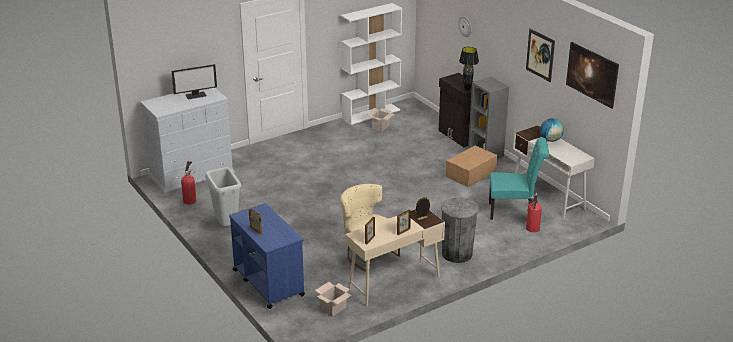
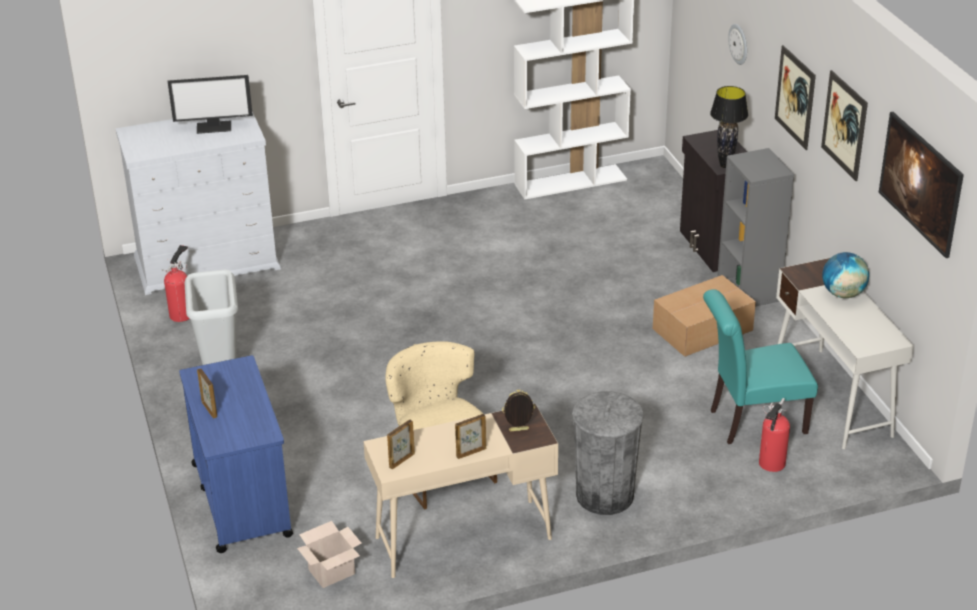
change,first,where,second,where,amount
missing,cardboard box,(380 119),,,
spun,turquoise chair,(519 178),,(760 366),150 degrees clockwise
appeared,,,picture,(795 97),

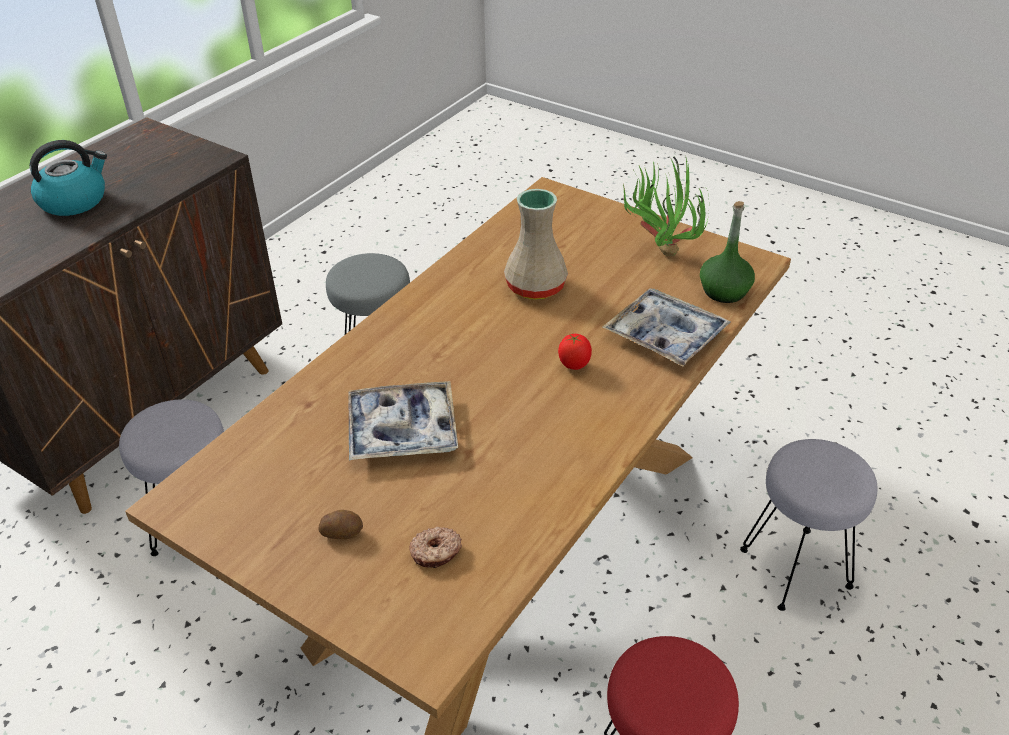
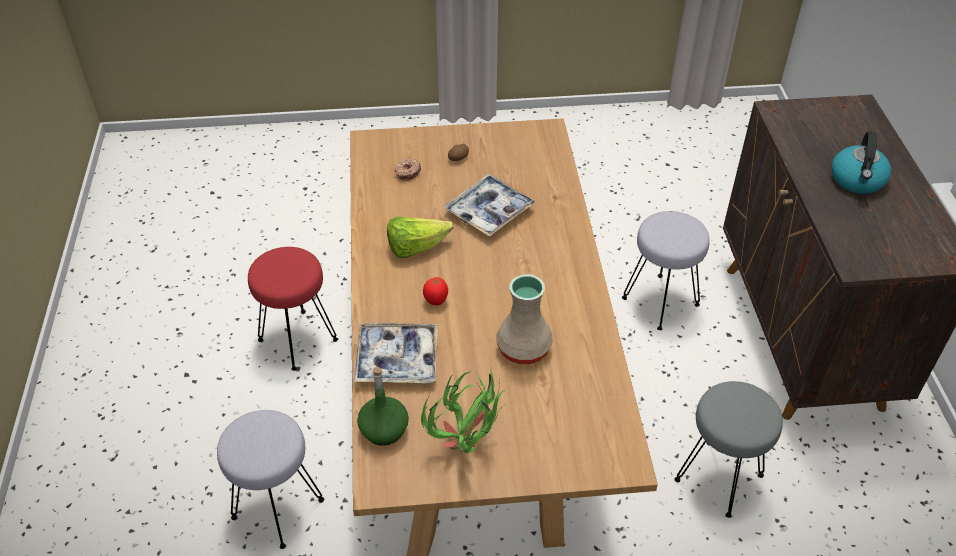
change,first,where,second,where,amount
appeared,,,lettuce,(420 237),

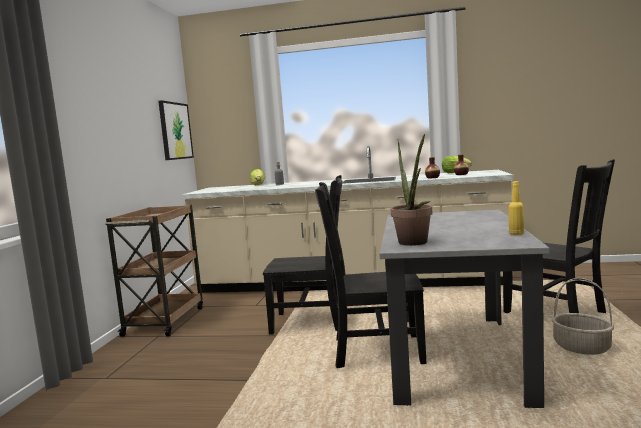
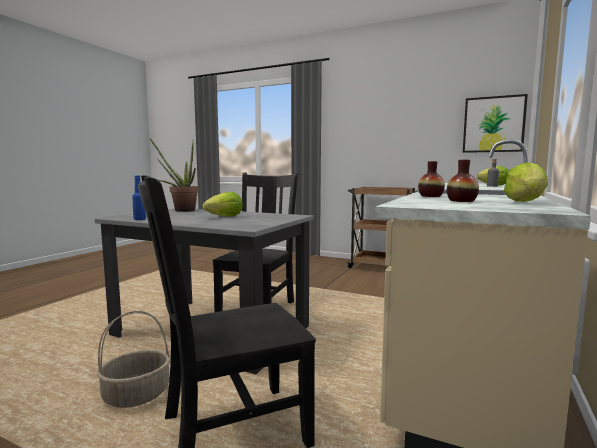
change,first,where,second,where,amount
missing,black chair,(303 255),,,
colour,yellow bottle,(516 208),blue bottle,(139 198),
appeared,,,lettuce,(223 204),

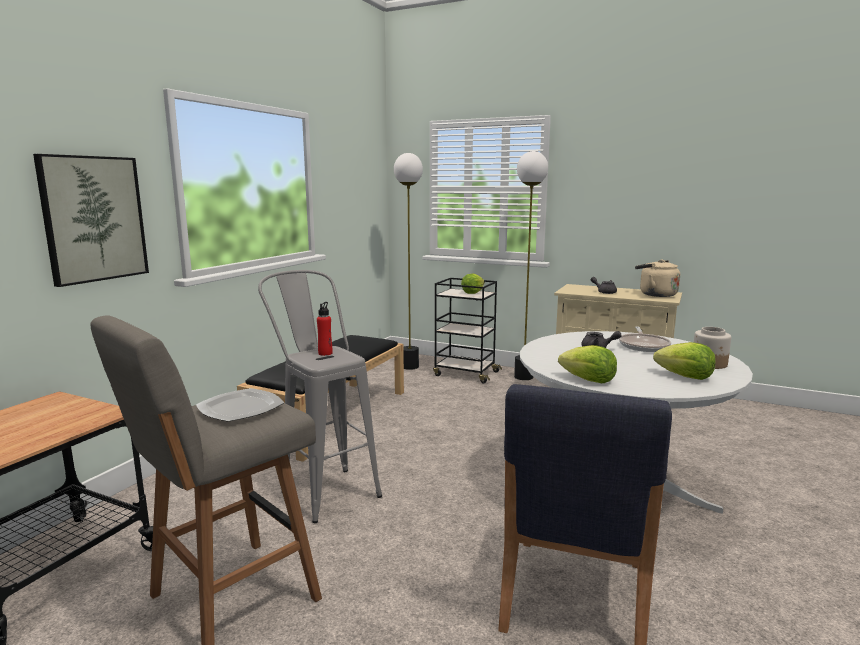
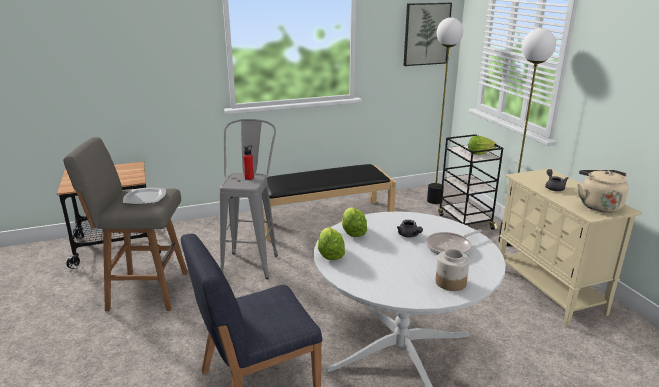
change,first,where,second,where,amount
relocated,picture,(91 220),,(427 34),
relocated,lettuce,(684 361),,(354 222),

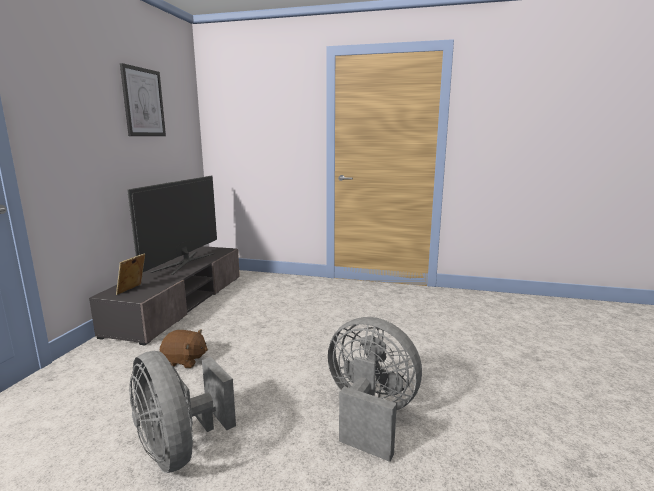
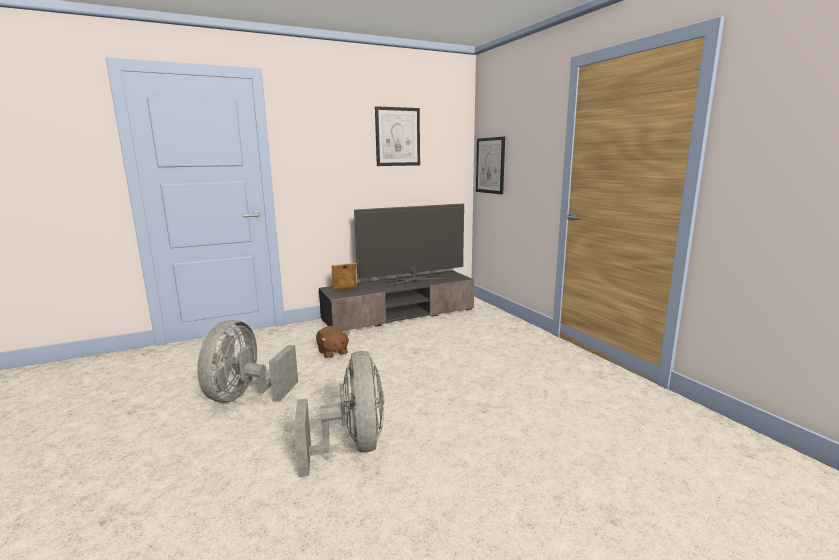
change,first,where,second,where,amount
appeared,,,picture,(490 165),

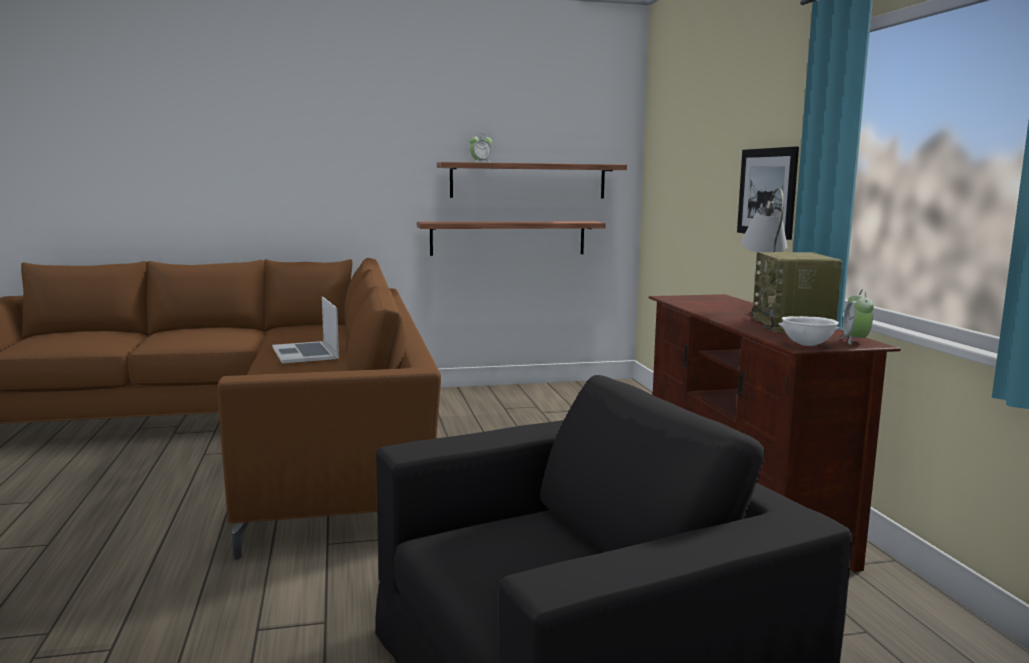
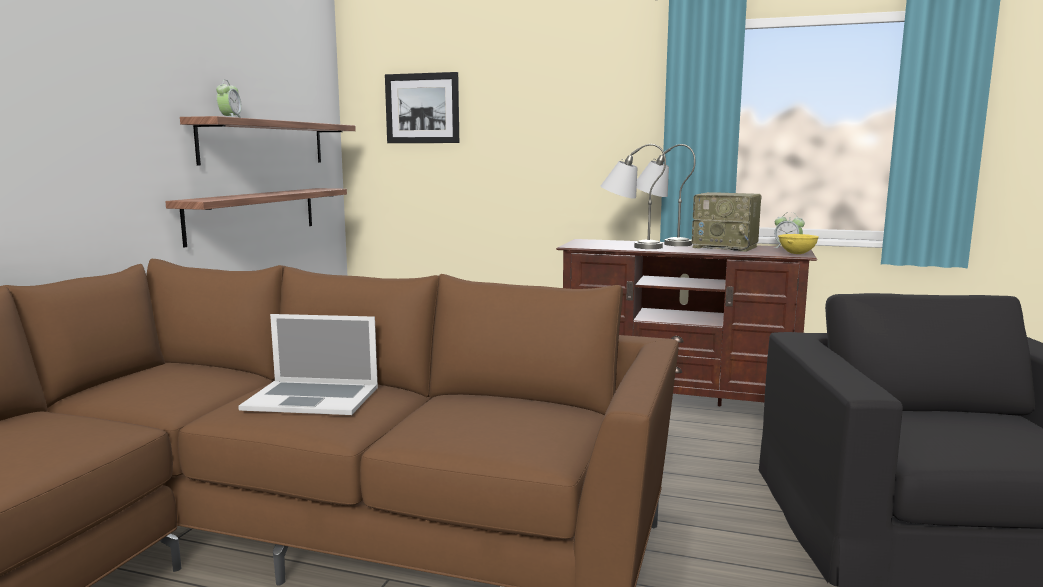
change,first,where,second,where,amount
relocated,picture,(768 193),,(422 107),
colour,white bowl,(809 331),yellow bowl,(798 244),
appeared,,,grey table lamp,(633 196),

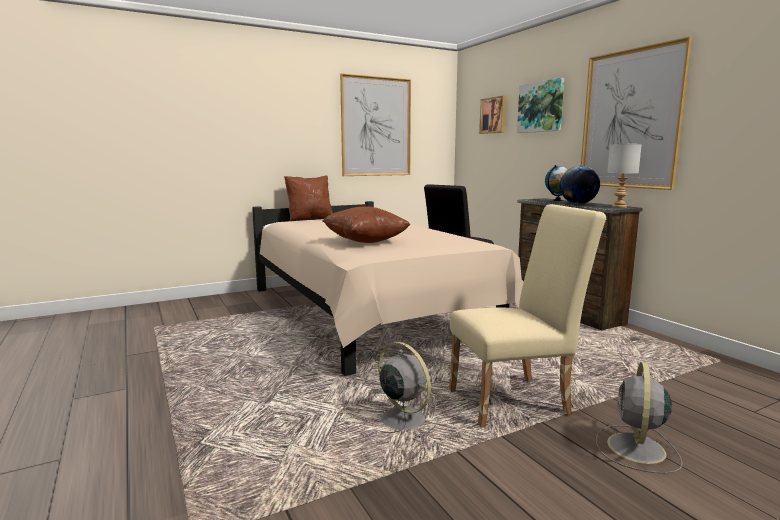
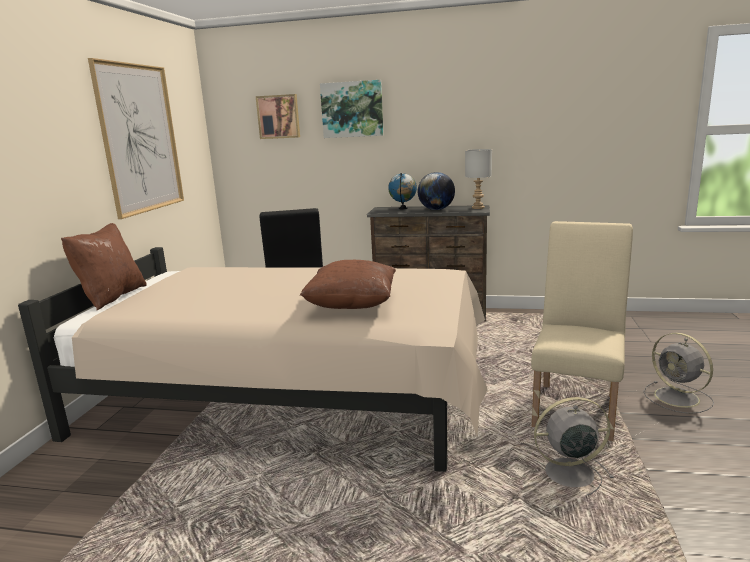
change,first,where,second,where,amount
missing,picture,(636 113),,,

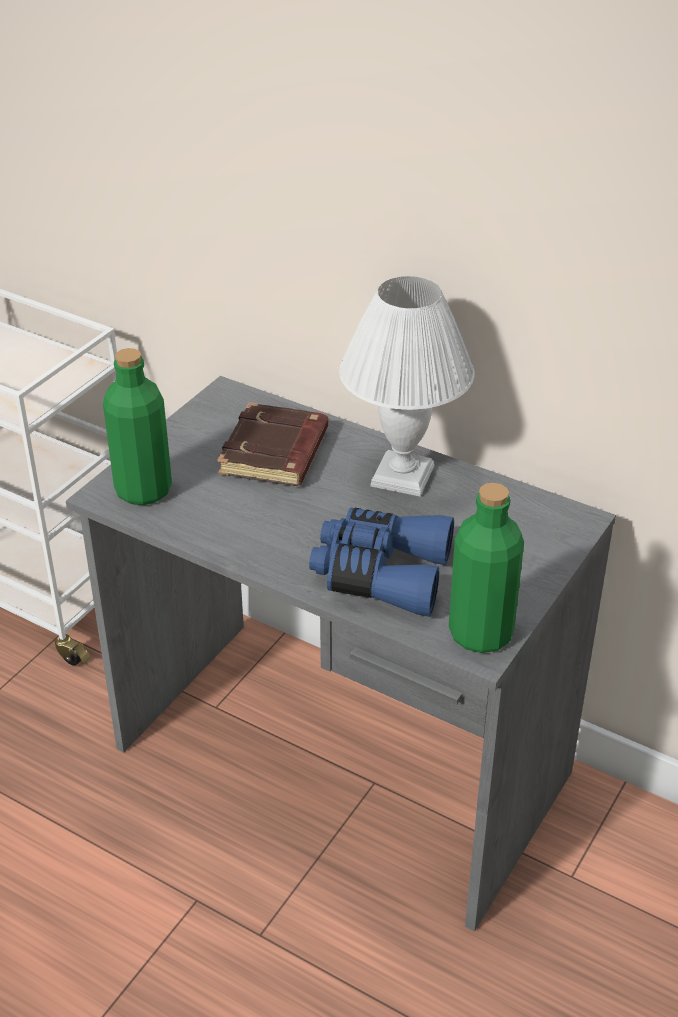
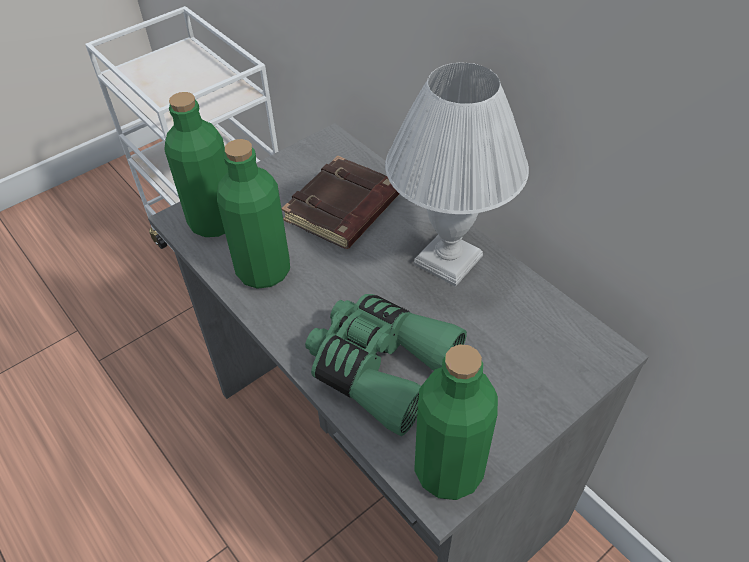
change,first,where,second,where,amount
colour,blue binoculars,(381 562),green binoculars,(386 365),
appeared,,,green bottle,(253 214),

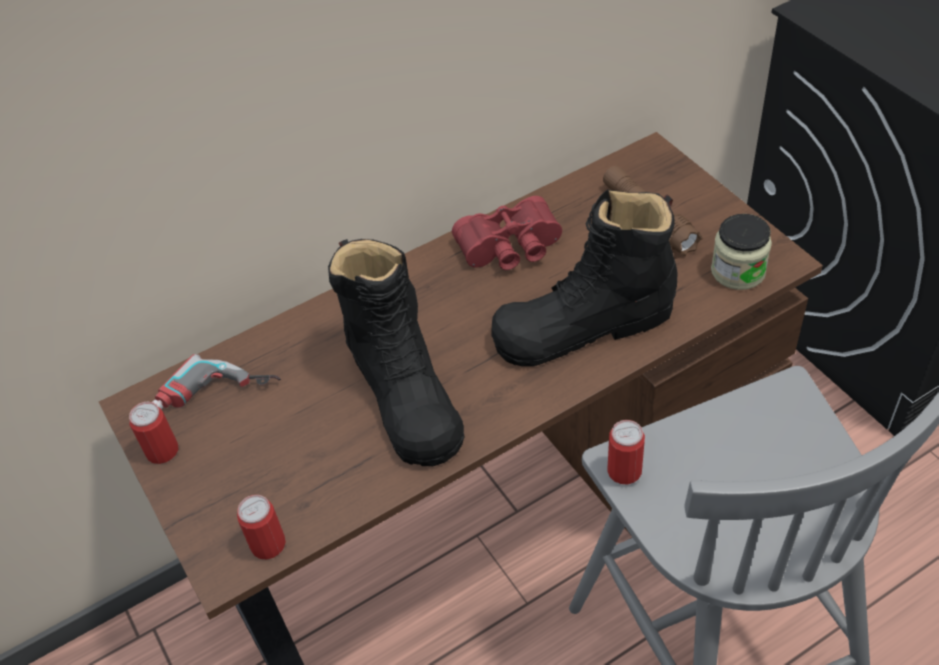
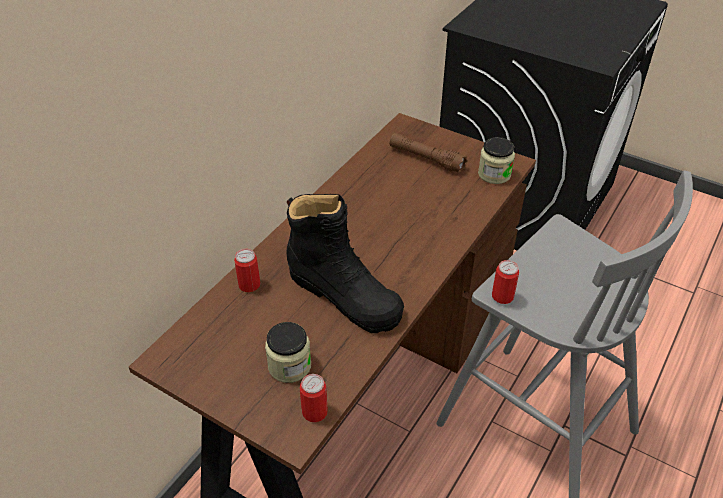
change,first,where,second,where,amount
relocated,can,(153 433),,(247 270),
missing,power drill,(216 382),,,
missing,red binoculars,(507 233),,,
missing,black boot,(584 277),,,
appeared,,,jar,(288 352),

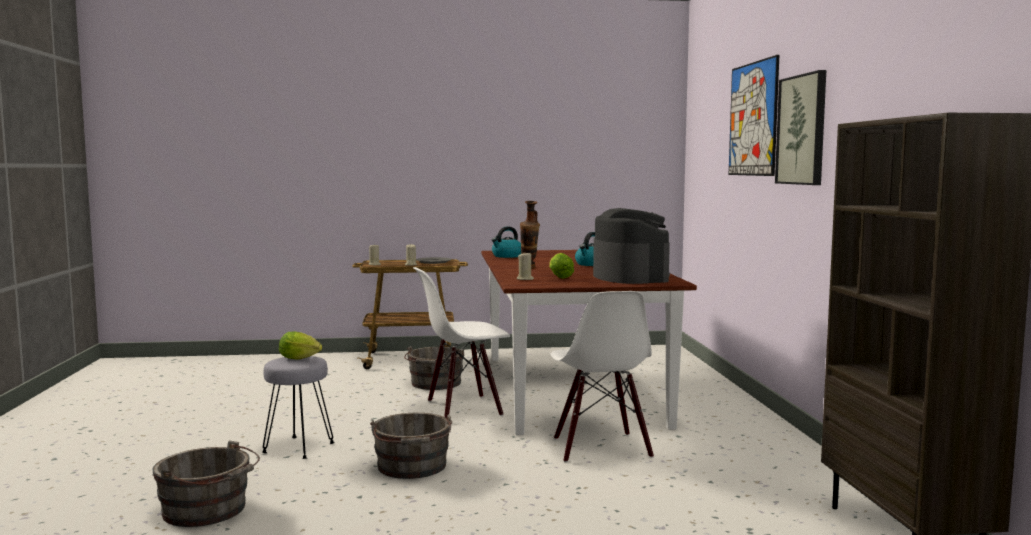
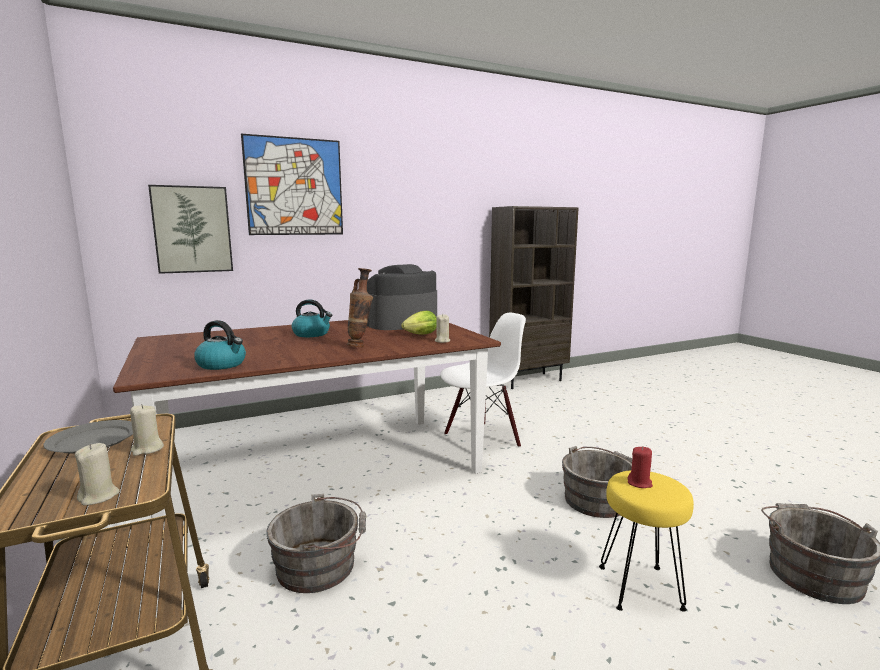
change,first,where,second,where,amount
colour,grey stool,(298 407),yellow stool,(646 541),
exchanged,lettuce,(300 346),red candle,(640 467),
missing,white chair,(461 342),,,
relocated,picture,(800 127),,(190 229),

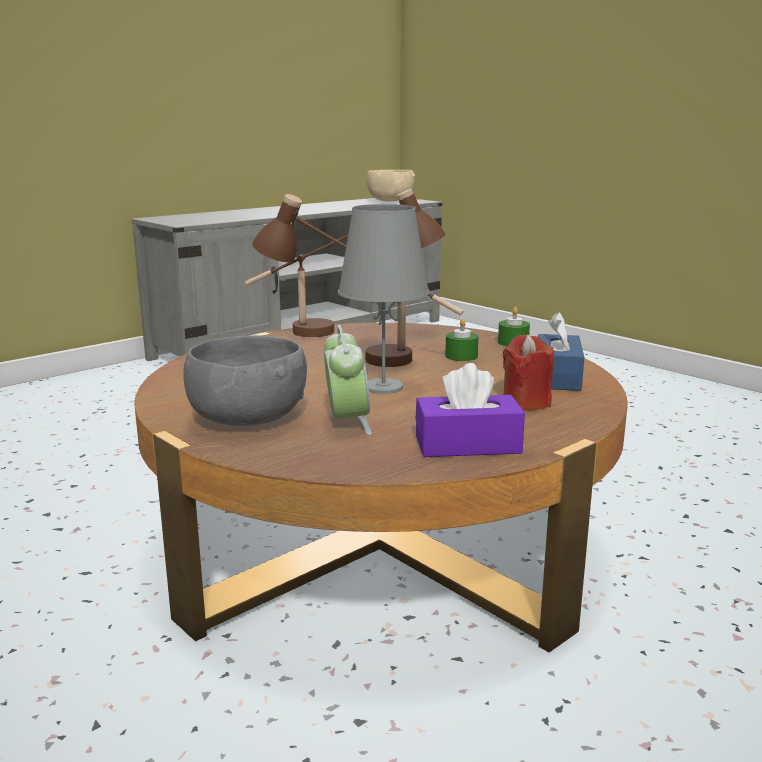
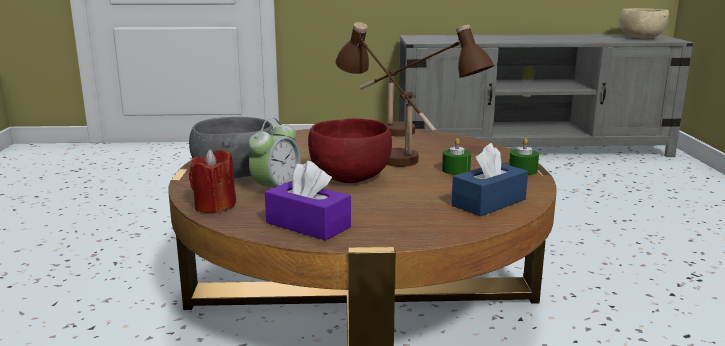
change,first,where,second,where,amount
exchanged,grey table lamp,(384 299),red bowl,(350 150),
relocated,red candle,(528 372),,(212 181),

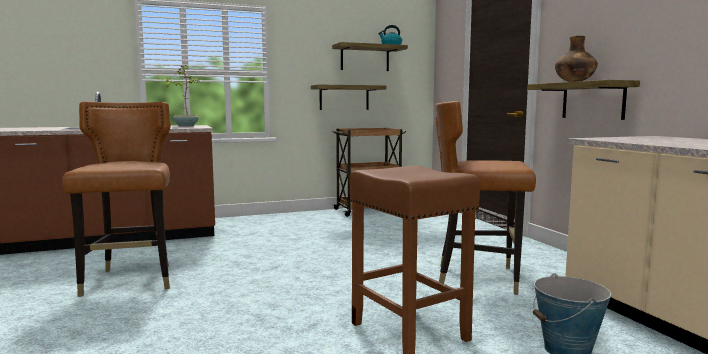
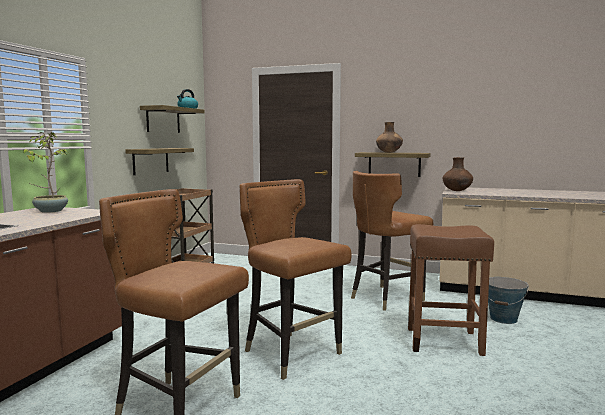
change,first,where,second,where,amount
appeared,,,brown chair,(296 279),
appeared,,,brown vase,(458 174),

